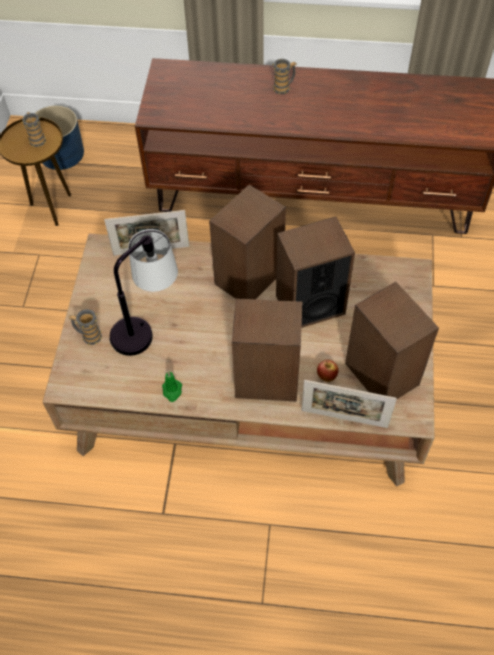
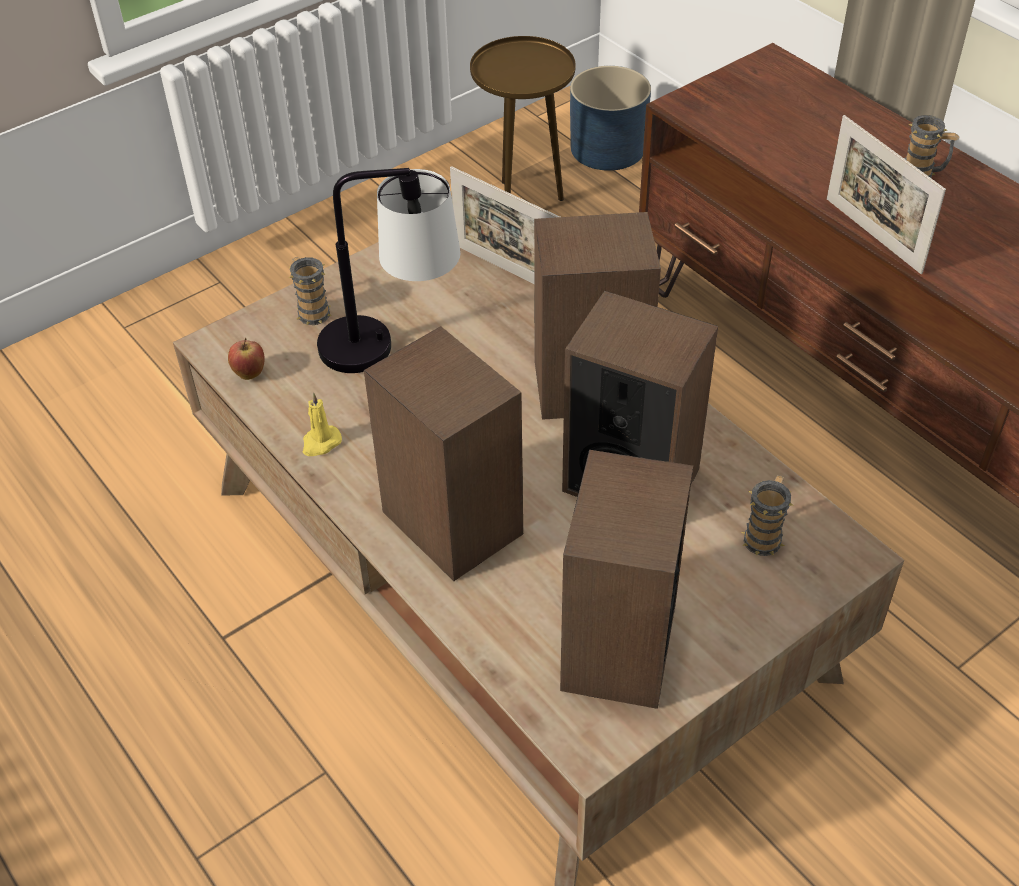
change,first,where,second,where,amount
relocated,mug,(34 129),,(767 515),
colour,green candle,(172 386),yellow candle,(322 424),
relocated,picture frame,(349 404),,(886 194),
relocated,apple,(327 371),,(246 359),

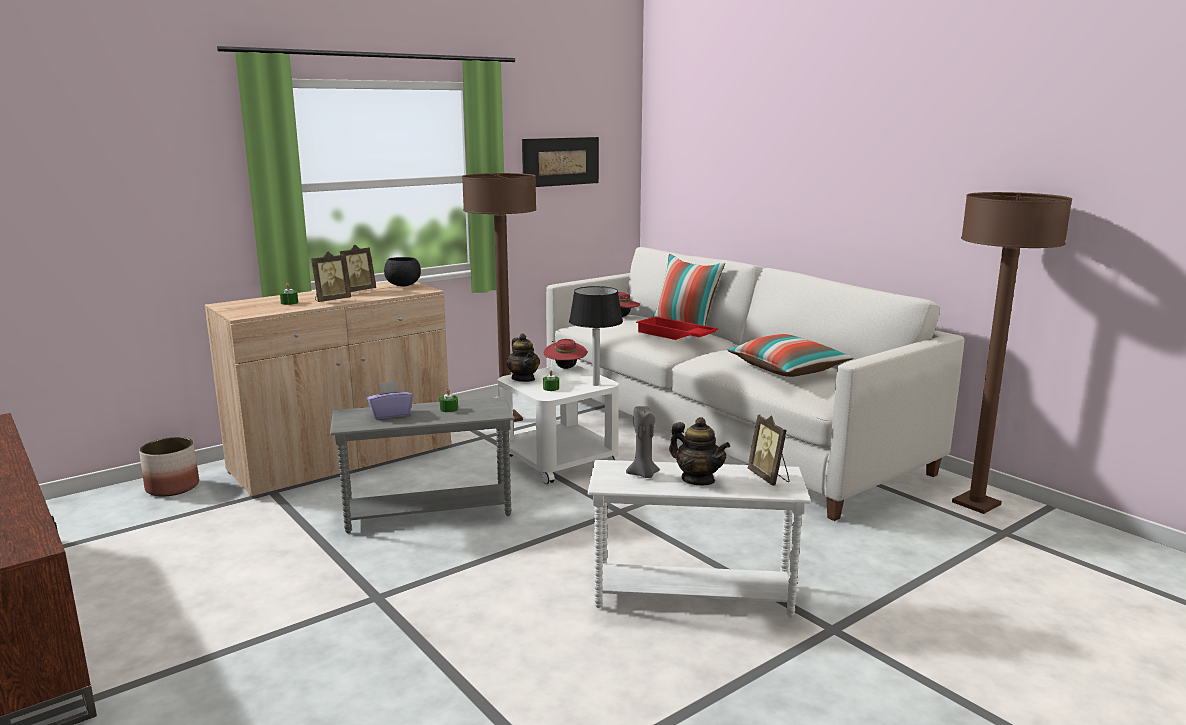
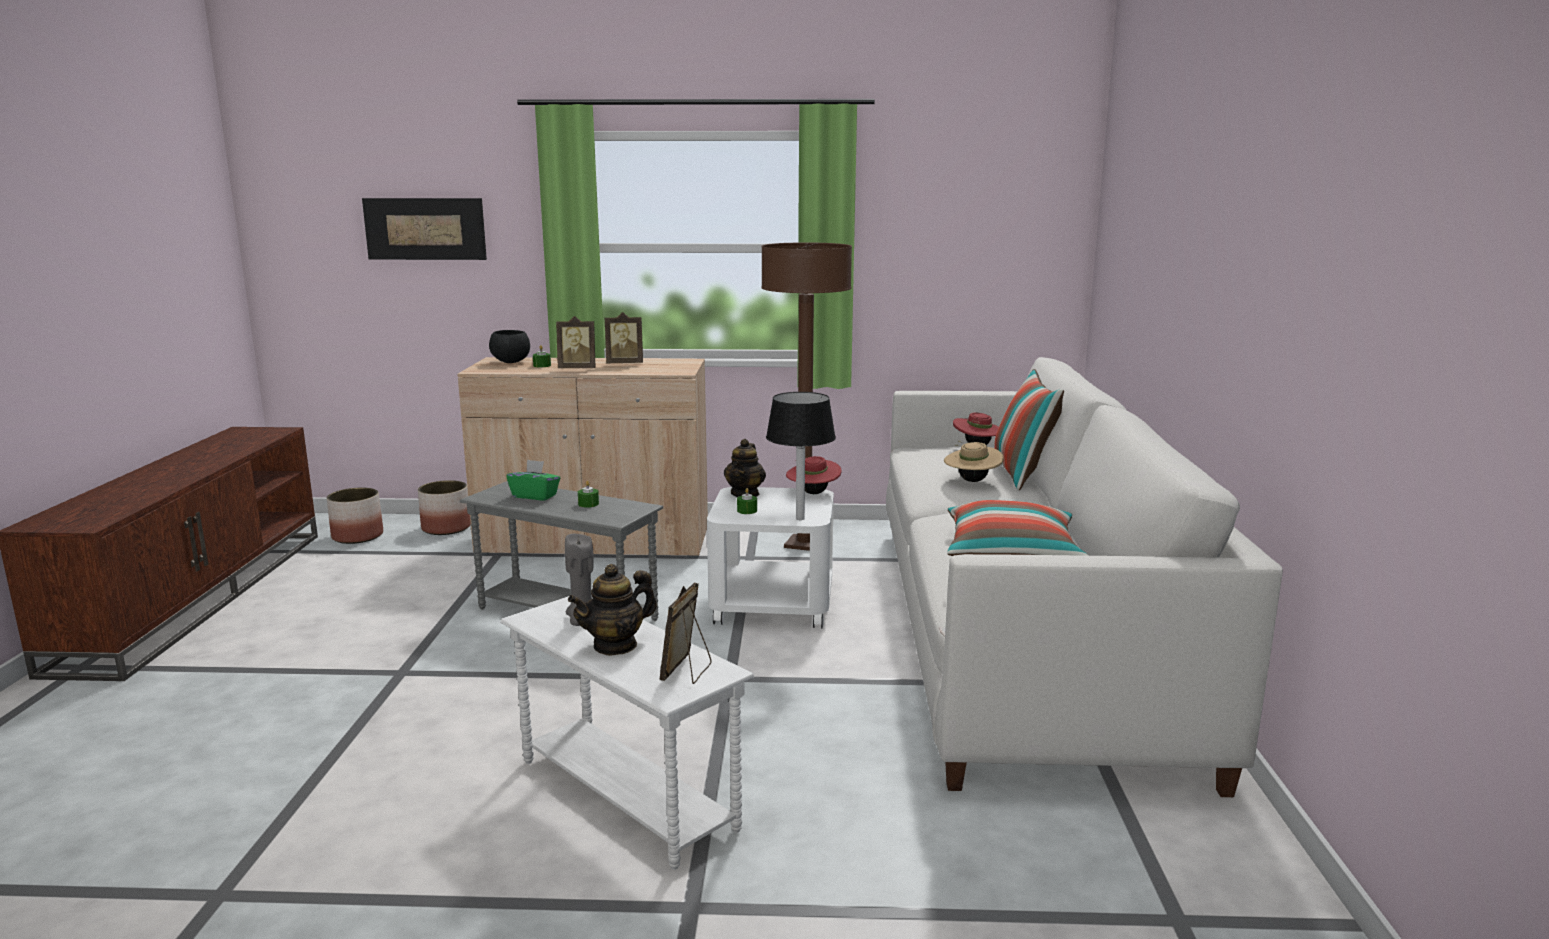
change,first,where,second,where,amount
colour,purple tissue box,(390 400),green tissue box,(533 479),
relocated,black bowl,(402 271),,(509 346),
relocated,picture,(560 162),,(424 229),
exchanged,red tray,(677 328),beige hat,(974 461),
spun,teapot,(699 451),,(612 610),60 degrees clockwise
missing,brown floor lamp,(1012 353),,,
appeared,,,planter,(355 516),

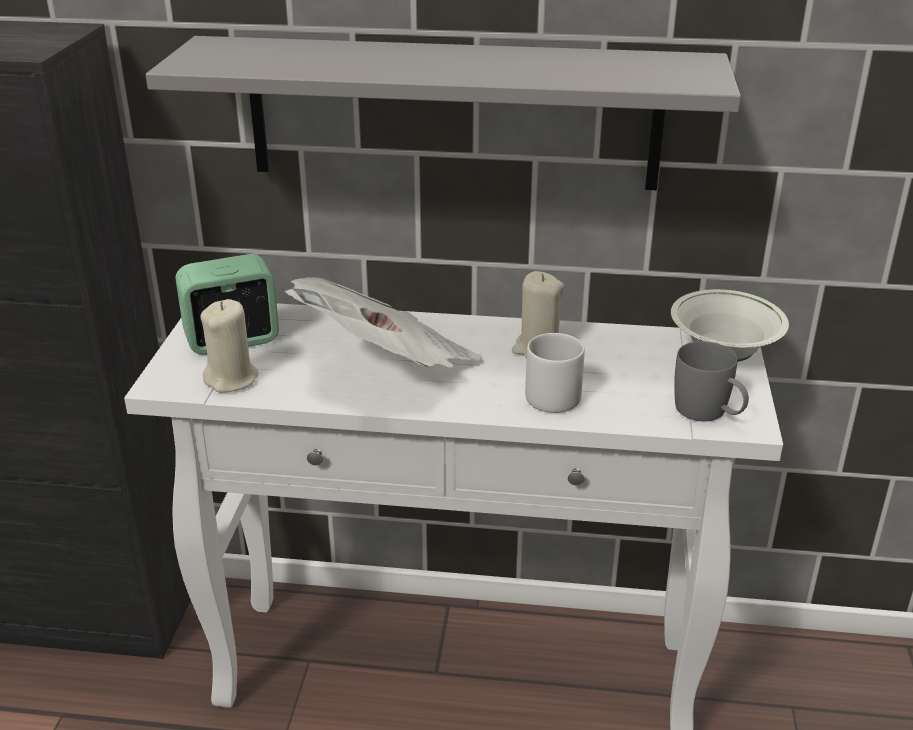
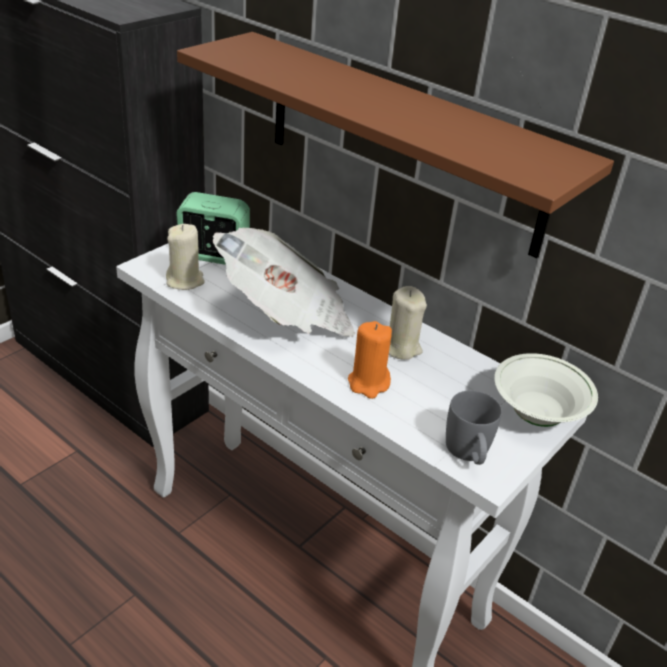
change,first,where,second,where,amount
colour,grey shelf,(443 113),brown shelf,(395 145),
exchanged,grey mug,(555 373),orange candle,(370 360),

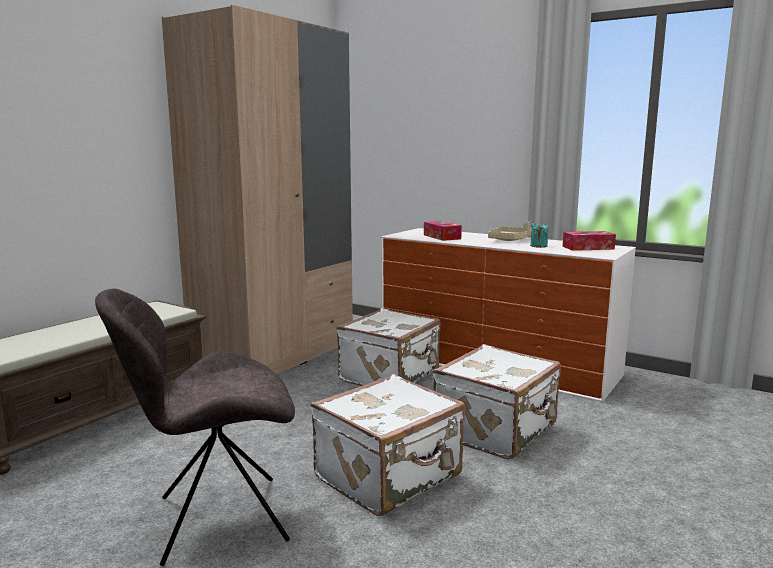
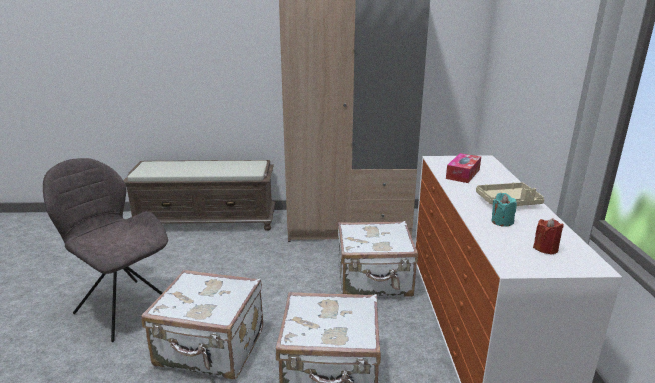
change,first,where,second,where,amount
exchanged,tissue box,(589 241),red candle,(548 236),

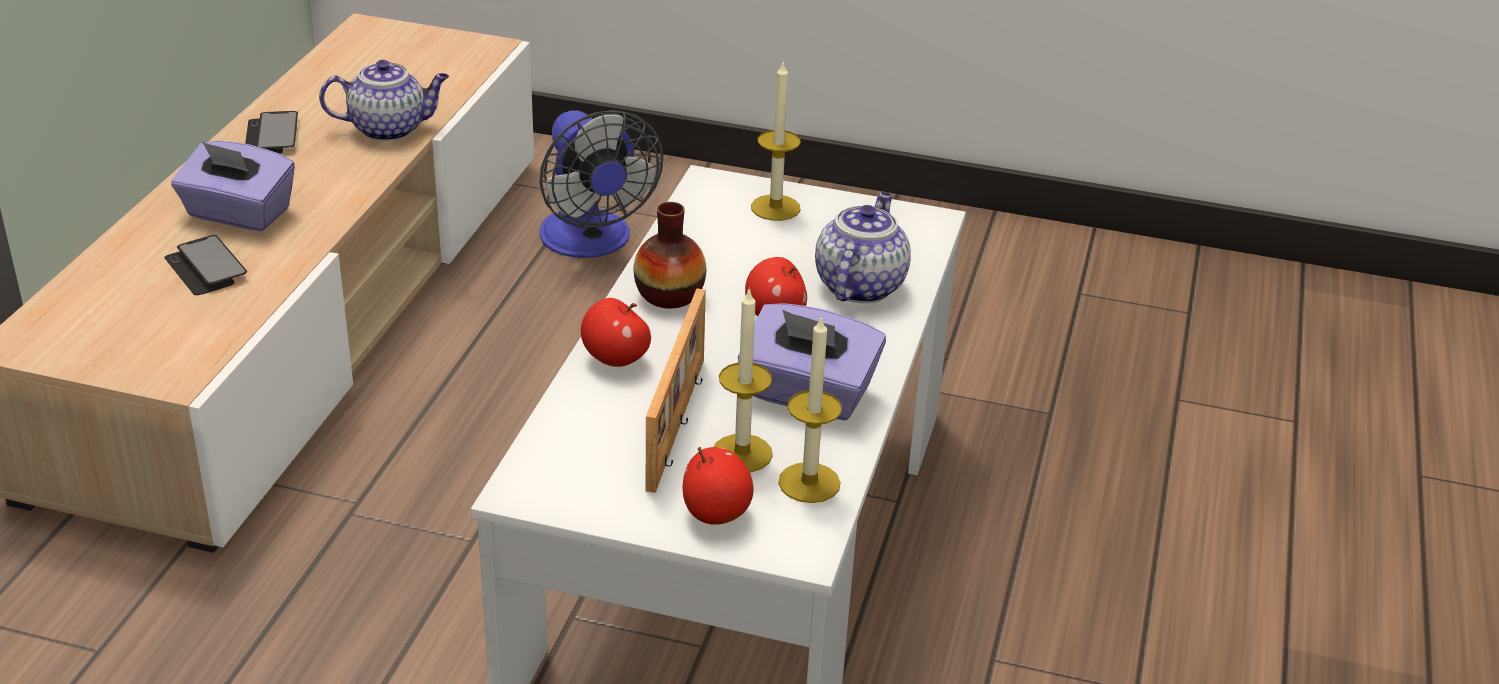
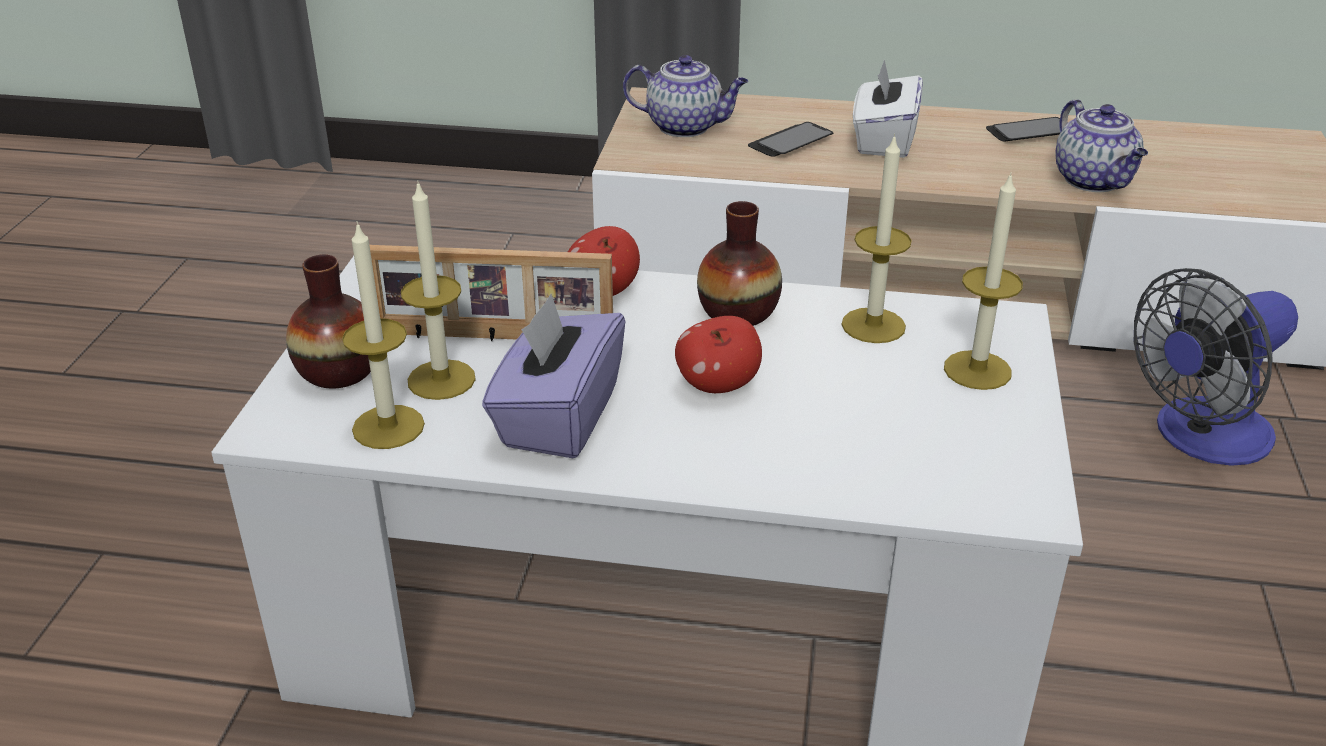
change,first,where,second,where,amount
colour,purple tissue box,(233 186),white tissue box,(888 109),
exchanged,apple,(718 486),vase,(328 321),
relocated,teapot,(863 247),,(685 96),
appeared,,,candle,(877 238),

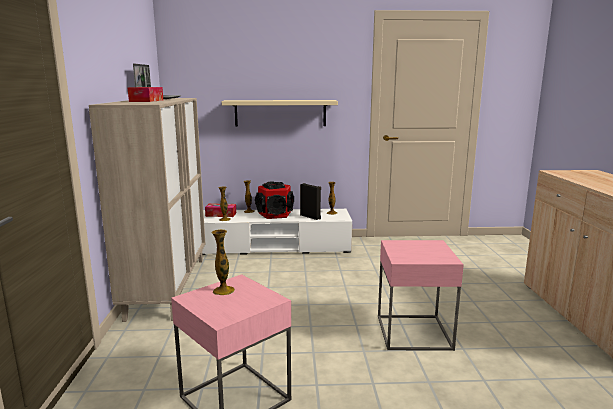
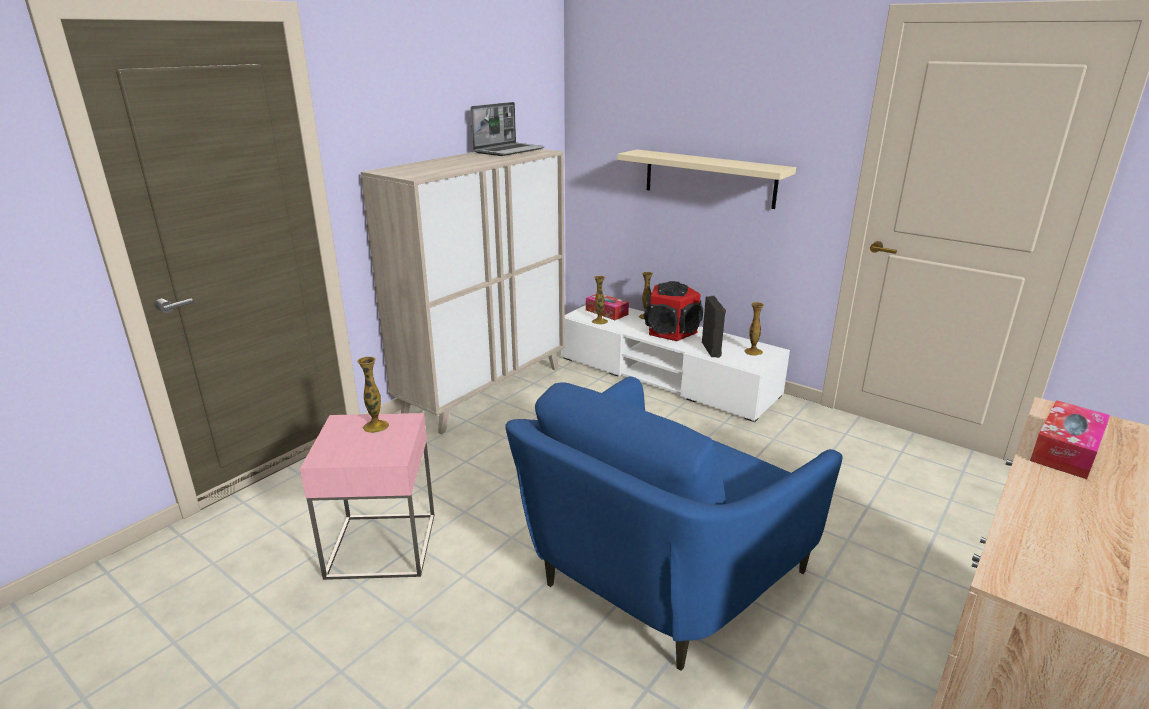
change,first,where,second,where,amount
relocated,tissue box,(145 94),,(1070 439),
exchanged,pink side table,(421 295),blue armchair,(673 523),

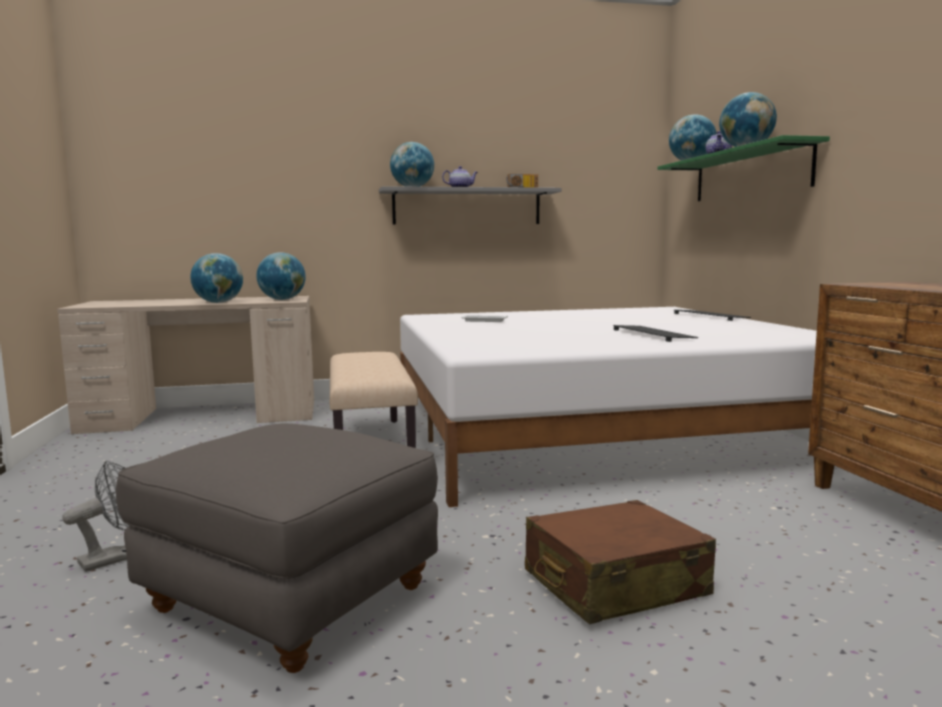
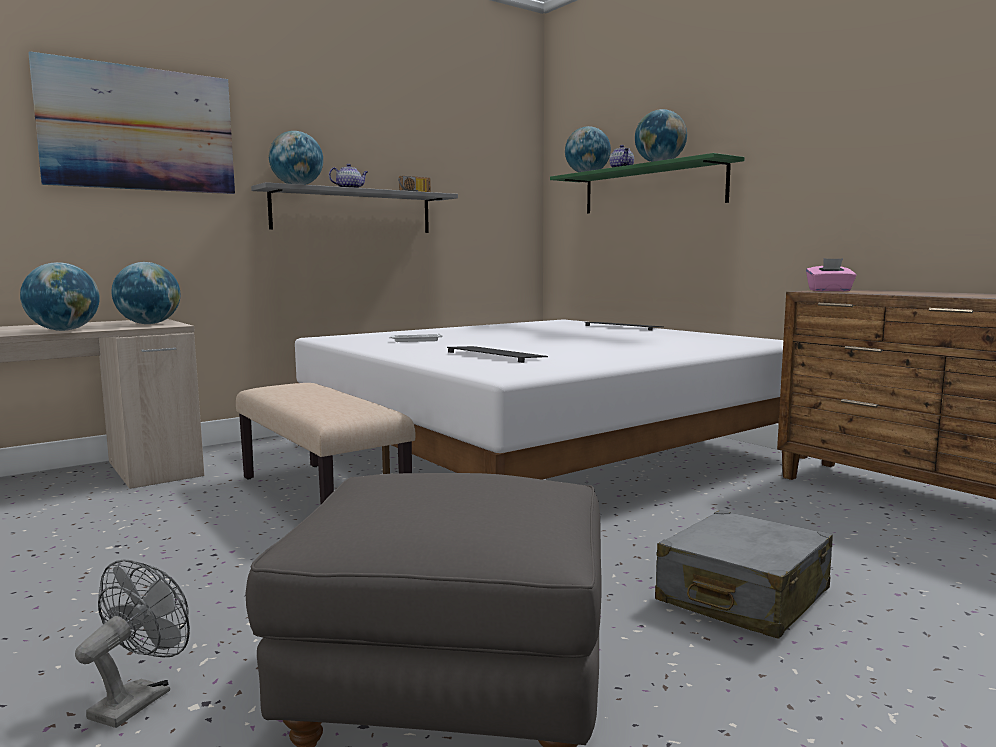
change,first,where,second,where,amount
colour,brown suitcase,(620 562),grey suitcase,(744 574),
relocated,keyboard,(655 333),,(497 354),
appeared,,,picture,(131 122),
appeared,,,pink tissue box,(831 274),

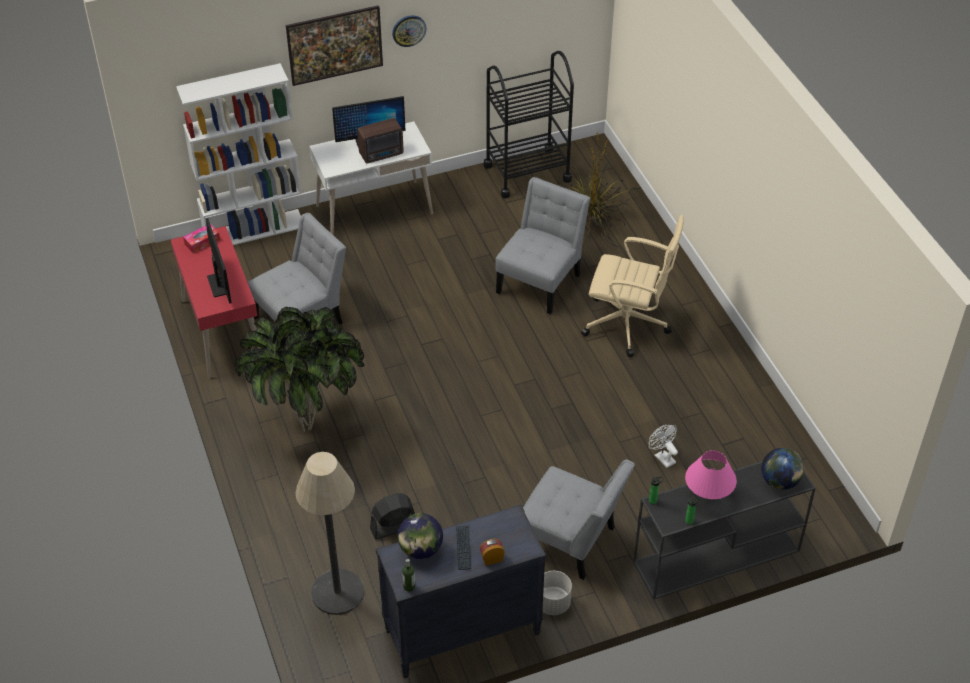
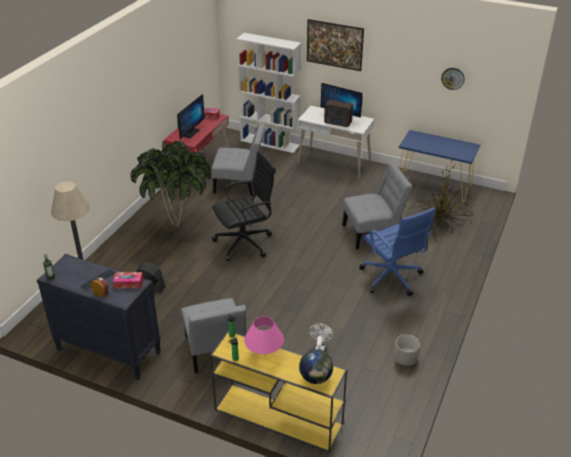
change,first,where,second,where,amount
relocated,wall clock,(409 31),,(453 79),
missing,globe,(420 536),,,
exchanged,black cart,(529 124),blue console table,(439 166),
relocated,grey planter,(557 593),,(407 350),
colour,beige office chair,(632 286),blue office chair,(397 251),
colour,black console table,(724 530),yellow console table,(278 391),
appeared,,,tissue box,(128 280),
appeared,,,black office chair,(244 206),

